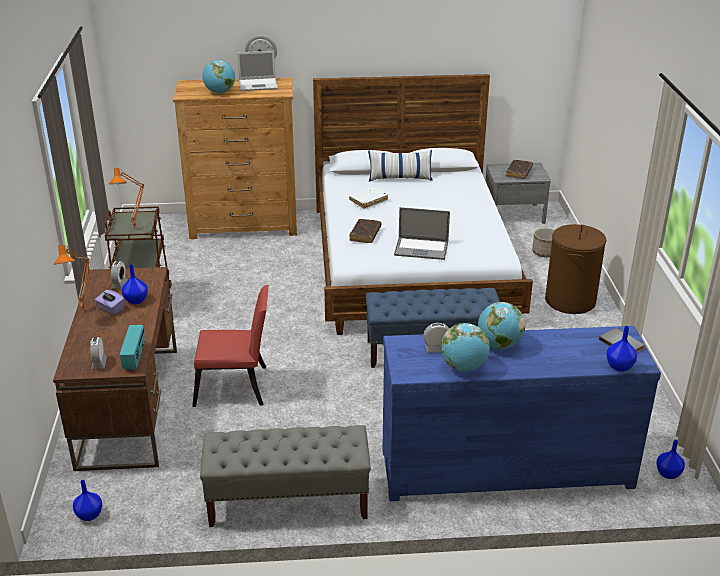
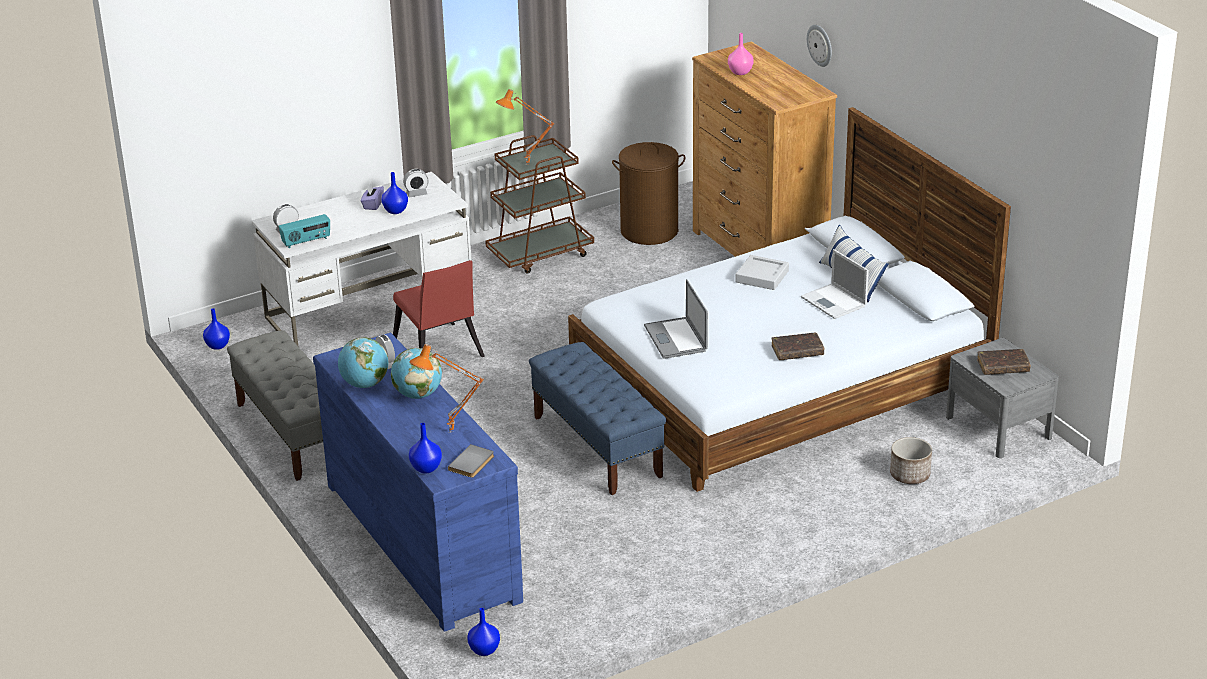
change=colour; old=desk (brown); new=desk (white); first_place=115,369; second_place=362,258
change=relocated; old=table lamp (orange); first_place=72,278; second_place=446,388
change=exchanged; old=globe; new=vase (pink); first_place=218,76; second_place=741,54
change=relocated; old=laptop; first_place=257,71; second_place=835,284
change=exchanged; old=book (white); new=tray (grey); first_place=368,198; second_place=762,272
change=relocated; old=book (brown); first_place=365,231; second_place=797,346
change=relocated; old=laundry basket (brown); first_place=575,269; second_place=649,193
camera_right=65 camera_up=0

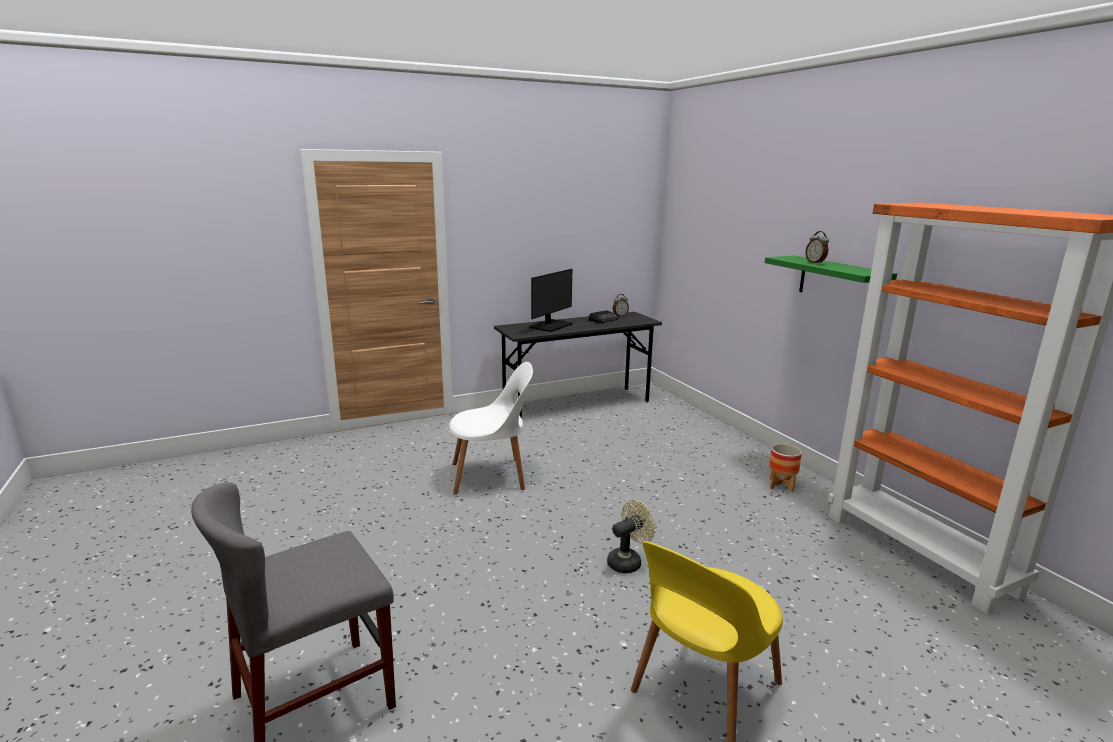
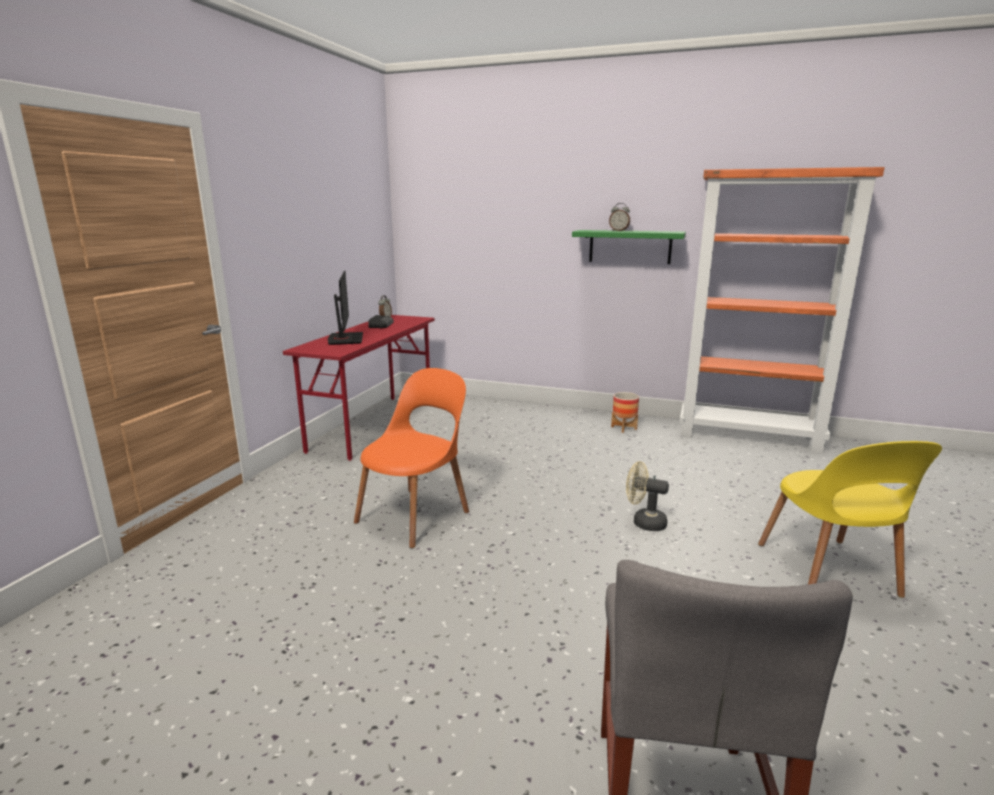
change=colour; old=chair (white); new=chair (orange); first_place=491,428; second_place=411,458
change=colour; old=desk (grey); new=desk (red); first_place=578,365; second_place=359,388
change=spun; old=fan (beige); first_place=631,537; second_place=647,496; degrees=-75
camera_right=-45 camera_up=0

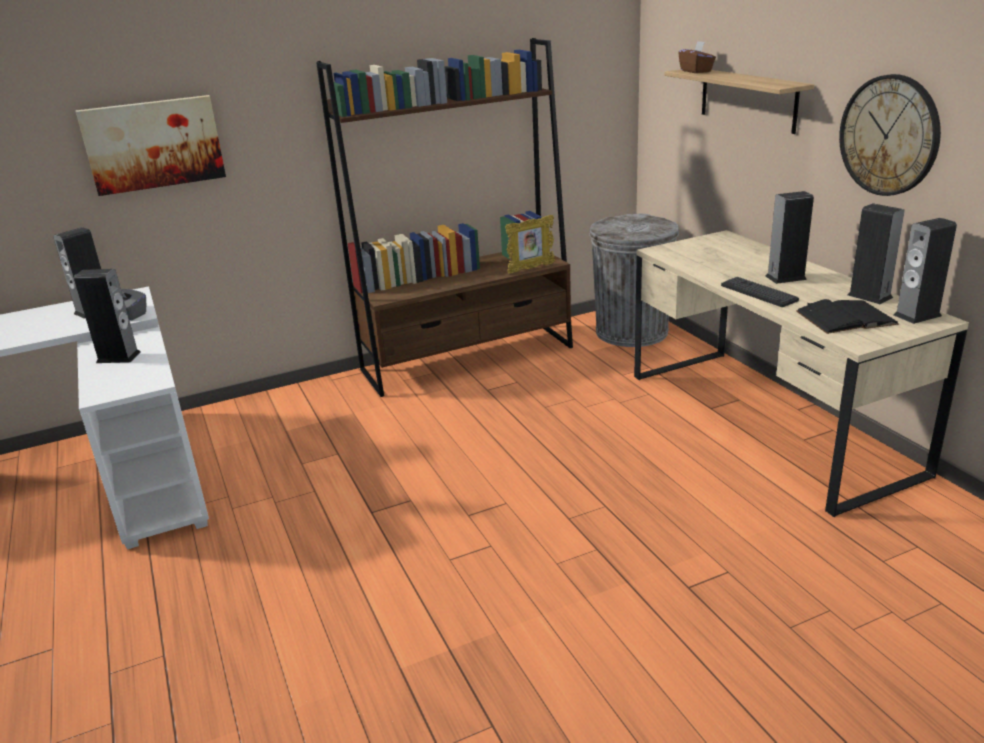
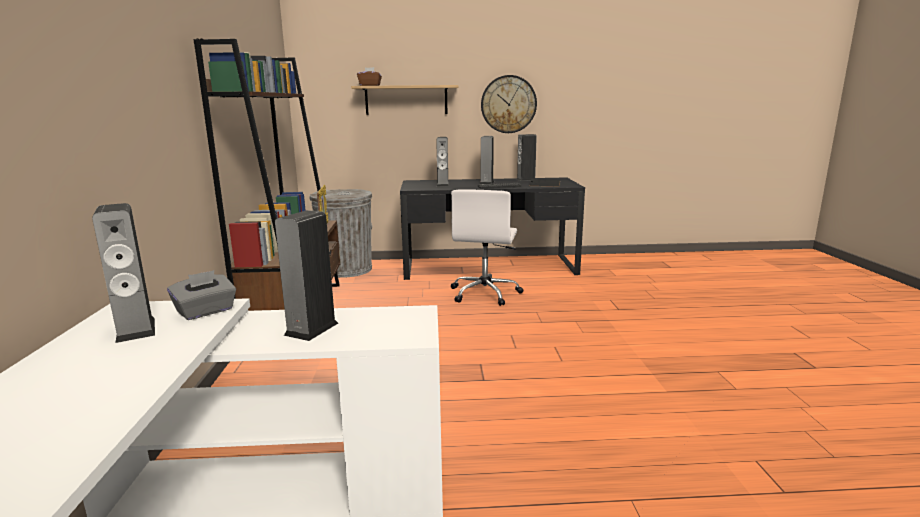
change=missing; old=picture; first_place=151,145
change=colour; old=desk (beige); new=desk (black); first_place=801,373; second_place=492,228
change=relocated; old=speaker; first_place=925,271; second_place=442,161
change=appeared; new=office chair (white); second_place=487,247
camera_right=-70 camera_up=-10

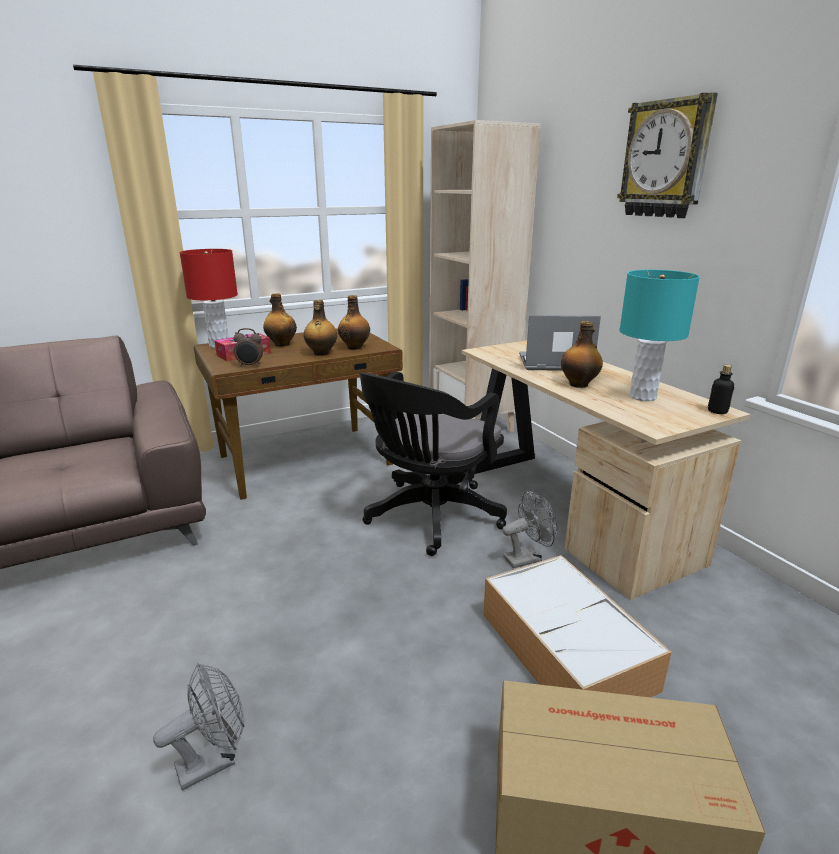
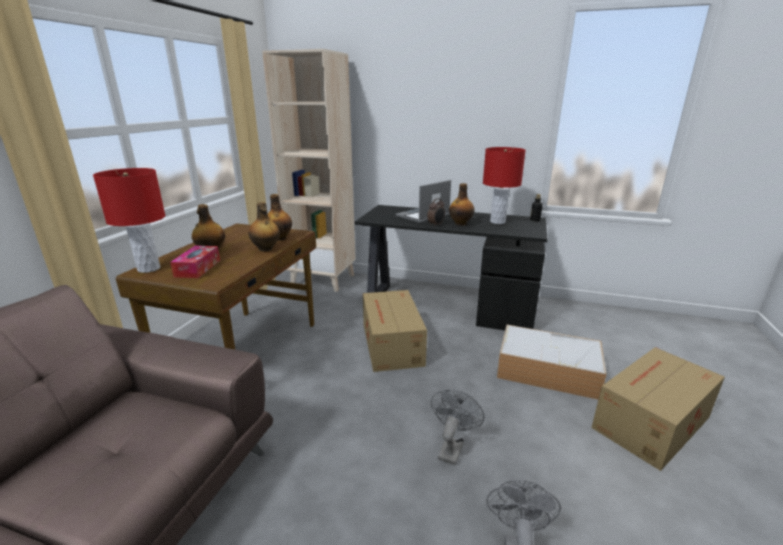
change=relocated; old=alarm clock; first_place=248,347; second_place=436,212
change=exchanged; old=office chair (black); new=cardboard box; first_place=433,463; second_place=395,331
change=colour; old=desk (beige); new=desk (black); first_place=606,470; second_place=451,267
change=relocated; old=fan (grey); first_place=529,529; second_place=457,427
change=missing; old=wall clock; first_place=667,155
change=colour; old=table lamp (turquoise); new=table lamp (red); first_place=659,335; second_place=504,185
camera_right=-45 camera_up=0

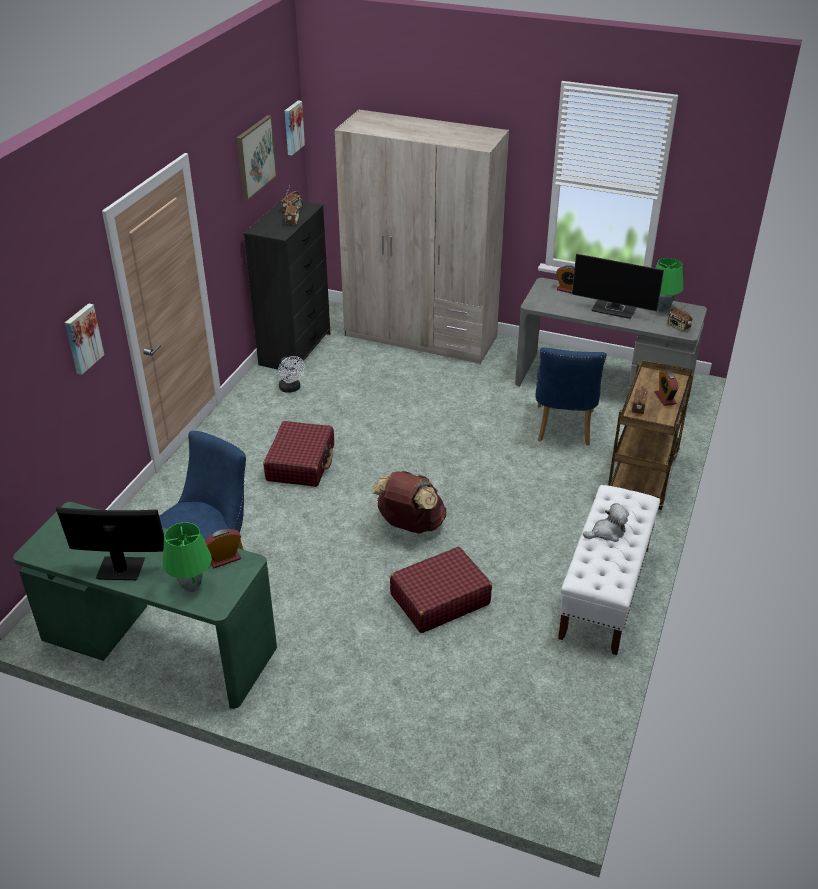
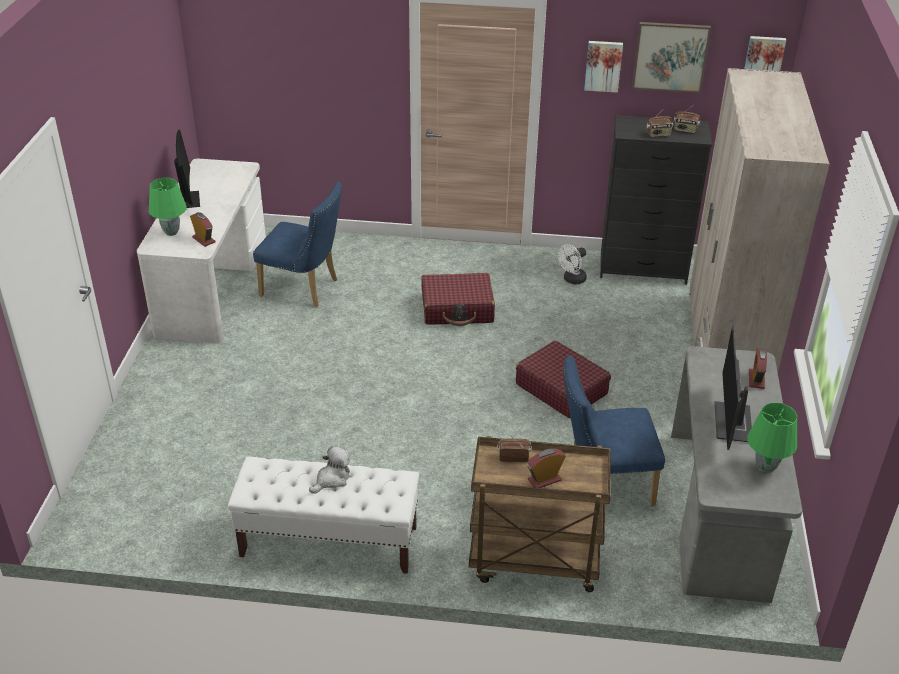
change=colour; old=desk (green); new=desk (white); first_place=145,605; second_place=201,251
change=relocated; old=picture; first_place=84,339; second_place=603,67
change=missing; old=backpack (brown); first_place=409,502
change=relocated; old=suitcase (red); first_place=441,590; second_place=563,379
change=spun; old=plush toy; first_place=606,522; second_place=329,469; degrees=-105
change=missing; old=radio; first_place=679,318
camera_right=75 camera_up=0

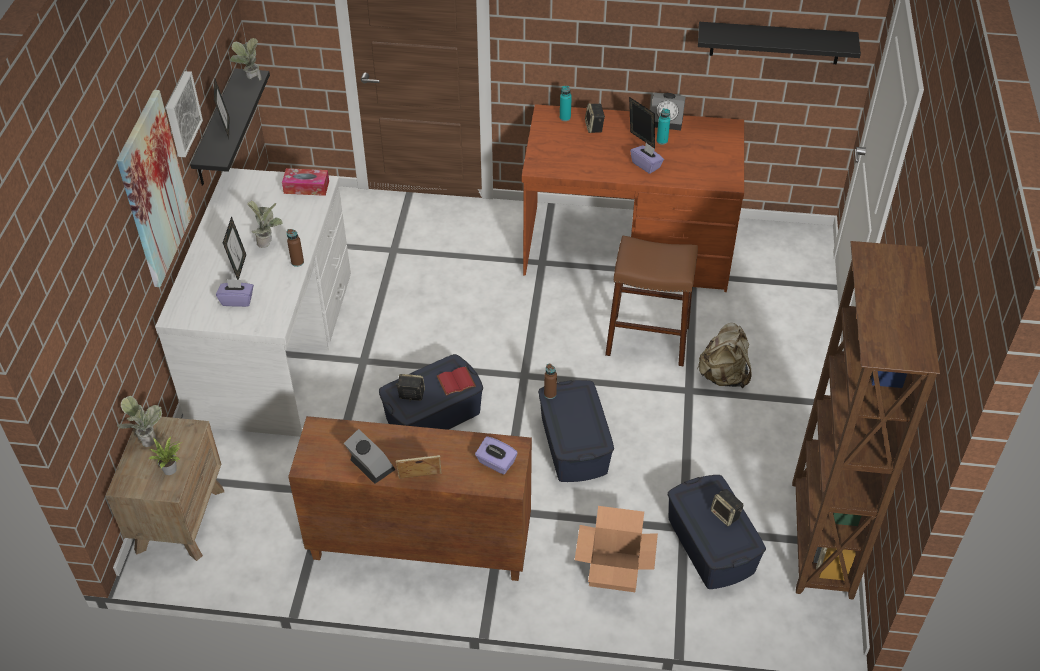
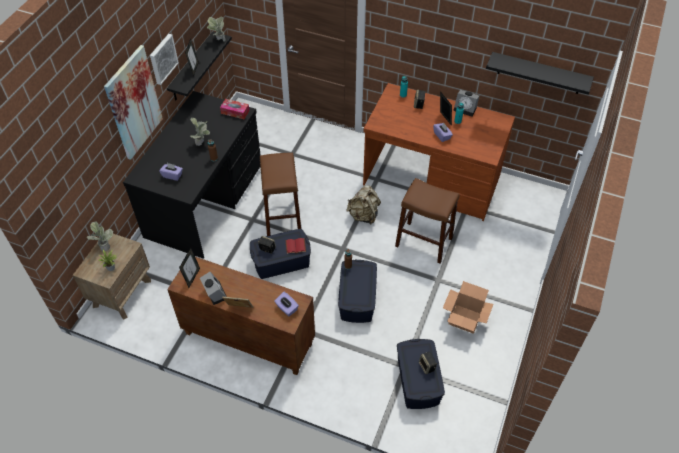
change=colour; old=desk (white); new=desk (black); first_place=253,302; second_place=192,175
change=relocated; old=picture frame; first_place=234,248; second_place=189,268
change=relocated; old=cardboard box; first_place=616,549; second_place=468,307
change=relocated; old=backpack (beige); first_place=725,355; second_place=363,205
change=missing; old=bookcase (brown); first_place=866,420
change=appeared; new=stool (brown); second_place=280,194
camera_right=15 camera_up=5

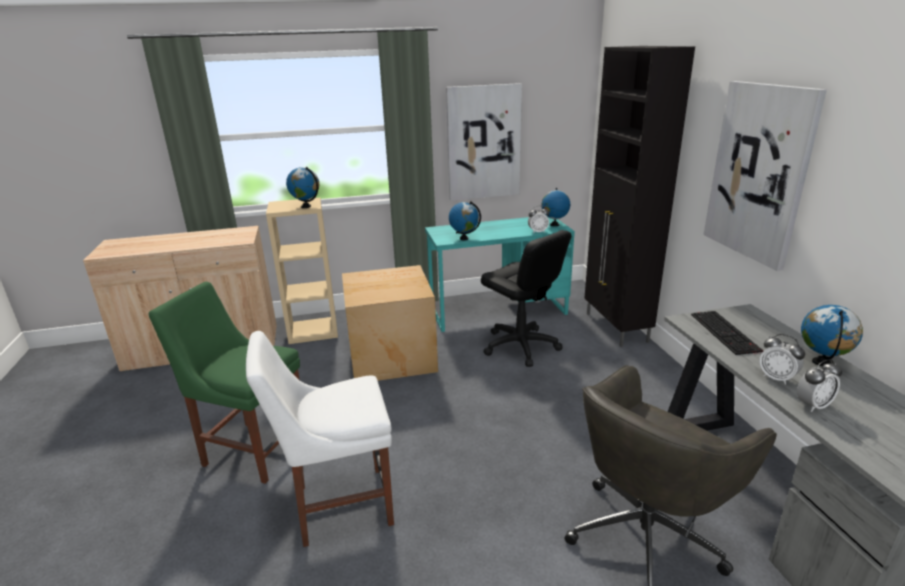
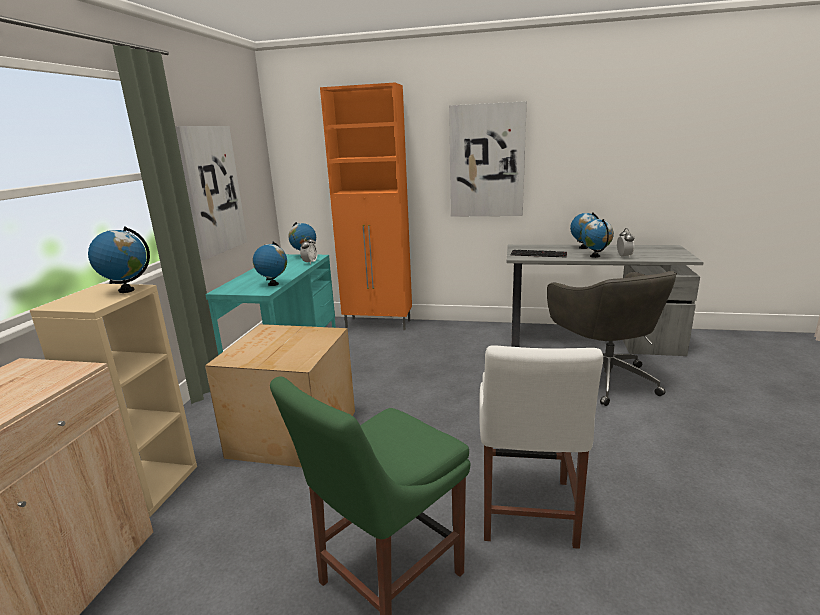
change=missing; old=office chair (black); first_place=526,298
change=colour; old=cabinet (black); new=cabinet (orange); first_place=640,196; second_place=366,206
change=exchanged; old=alarm clock; new=globe; first_place=782,359; second_place=597,238
camera_right=-65 camera_up=-5

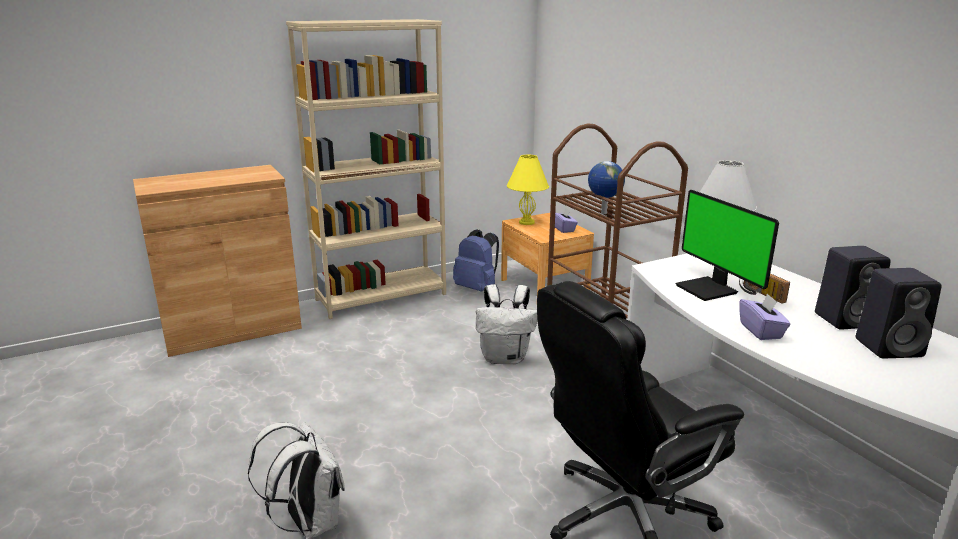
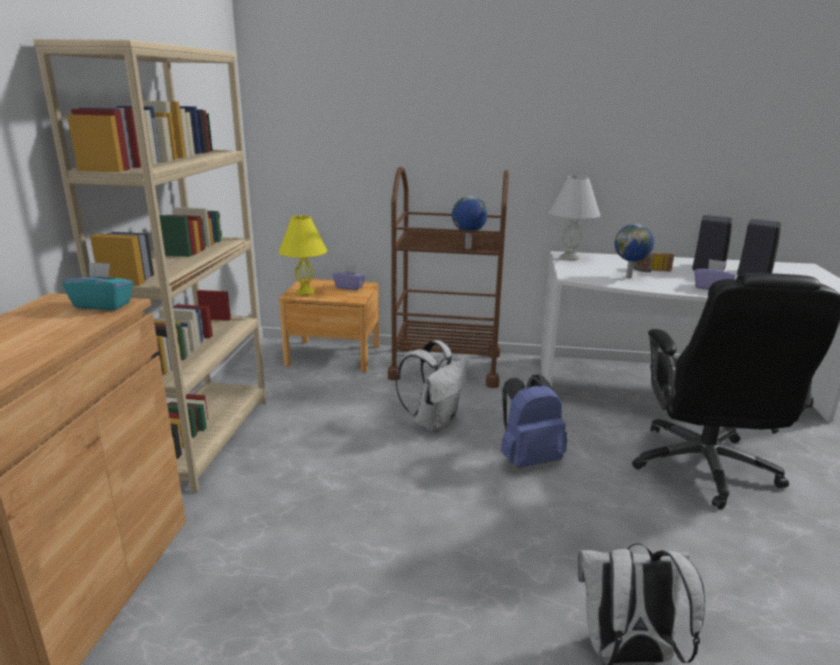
change=relocated; old=backpack (blue); first_place=476,260; second_place=534,421
change=exchanged; old=monitor; new=globe; first_place=727,245; second_place=634,251
change=appeared; new=tissue box (turquoise); second_place=98,286
camera_right=-55 camera_up=0

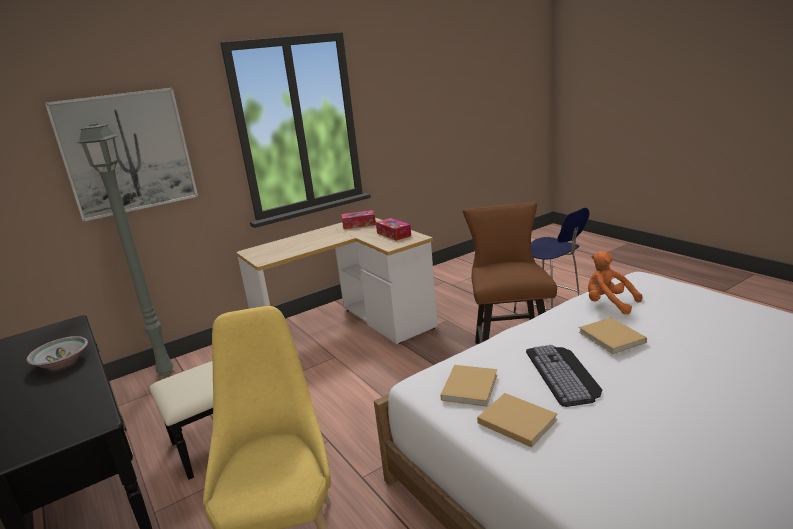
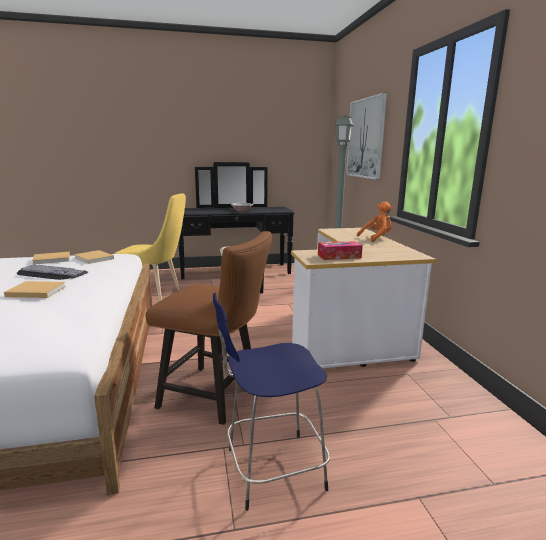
change=missing; old=tissue box; first_place=358,219
change=relocated; old=plush toy (orange); first_place=615,282; second_place=375,221
camera_right=110 camera_up=-5

